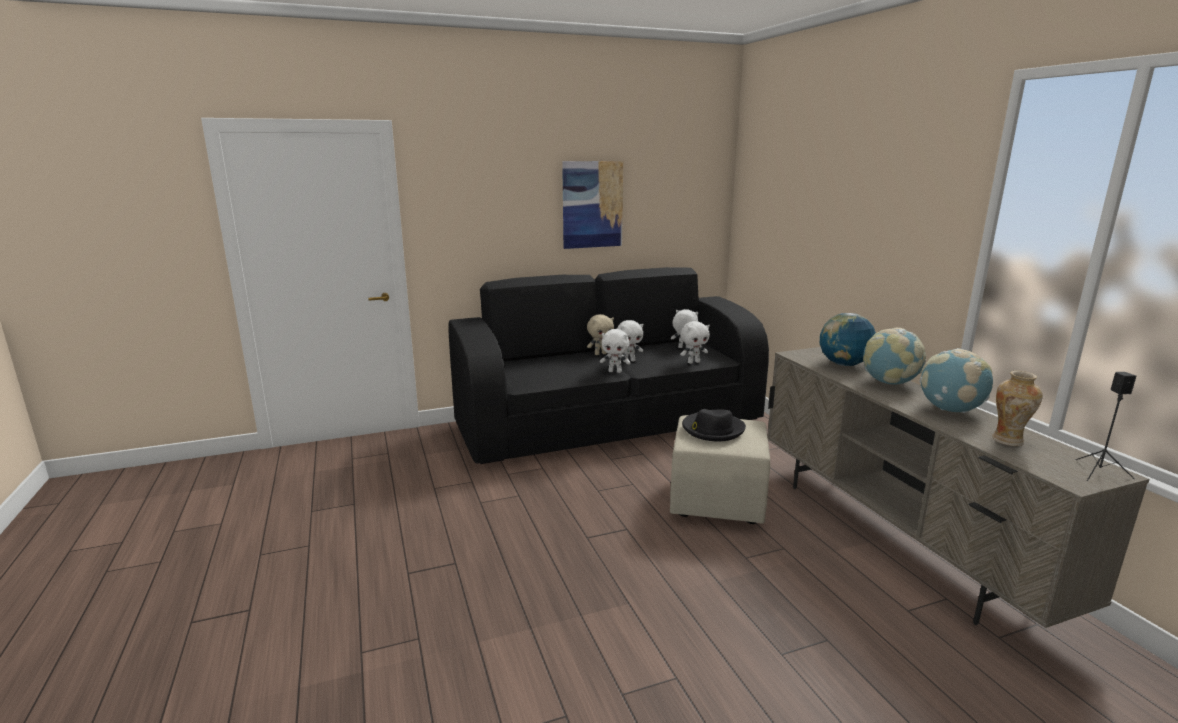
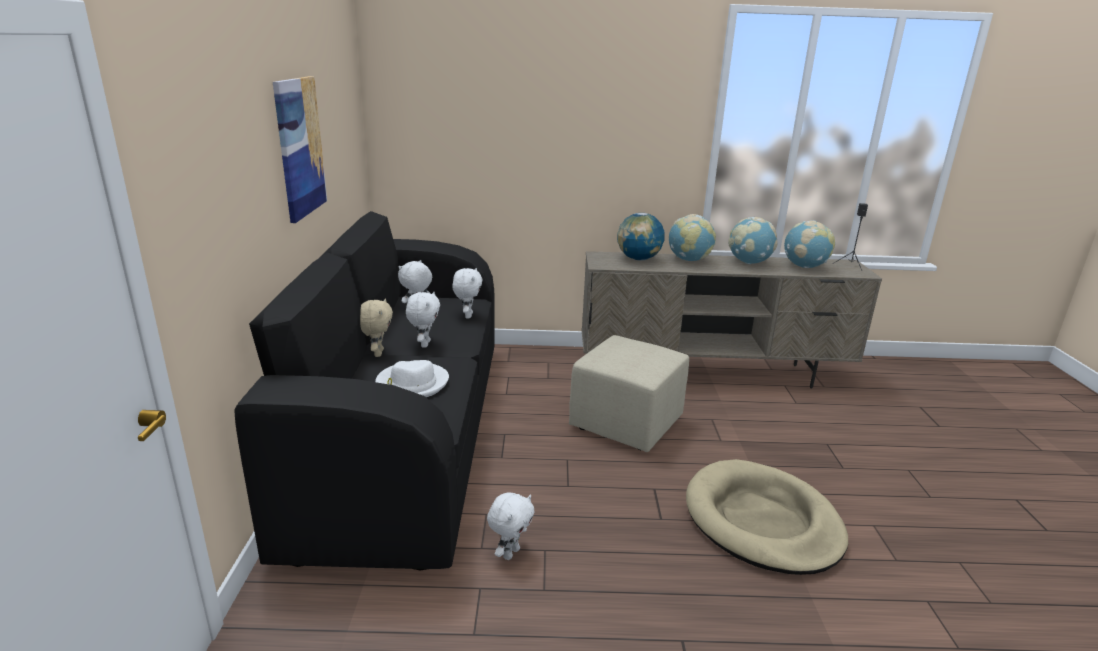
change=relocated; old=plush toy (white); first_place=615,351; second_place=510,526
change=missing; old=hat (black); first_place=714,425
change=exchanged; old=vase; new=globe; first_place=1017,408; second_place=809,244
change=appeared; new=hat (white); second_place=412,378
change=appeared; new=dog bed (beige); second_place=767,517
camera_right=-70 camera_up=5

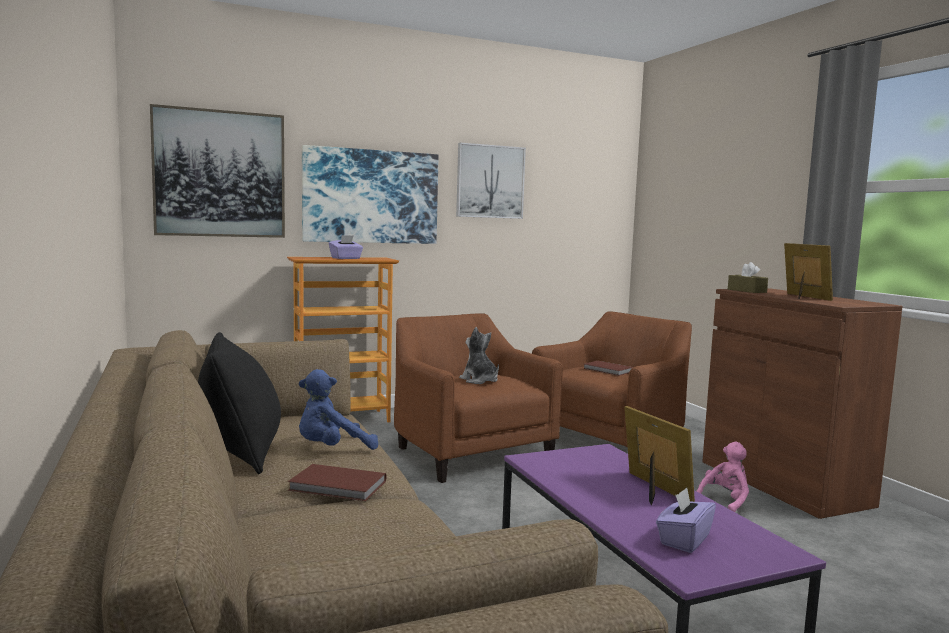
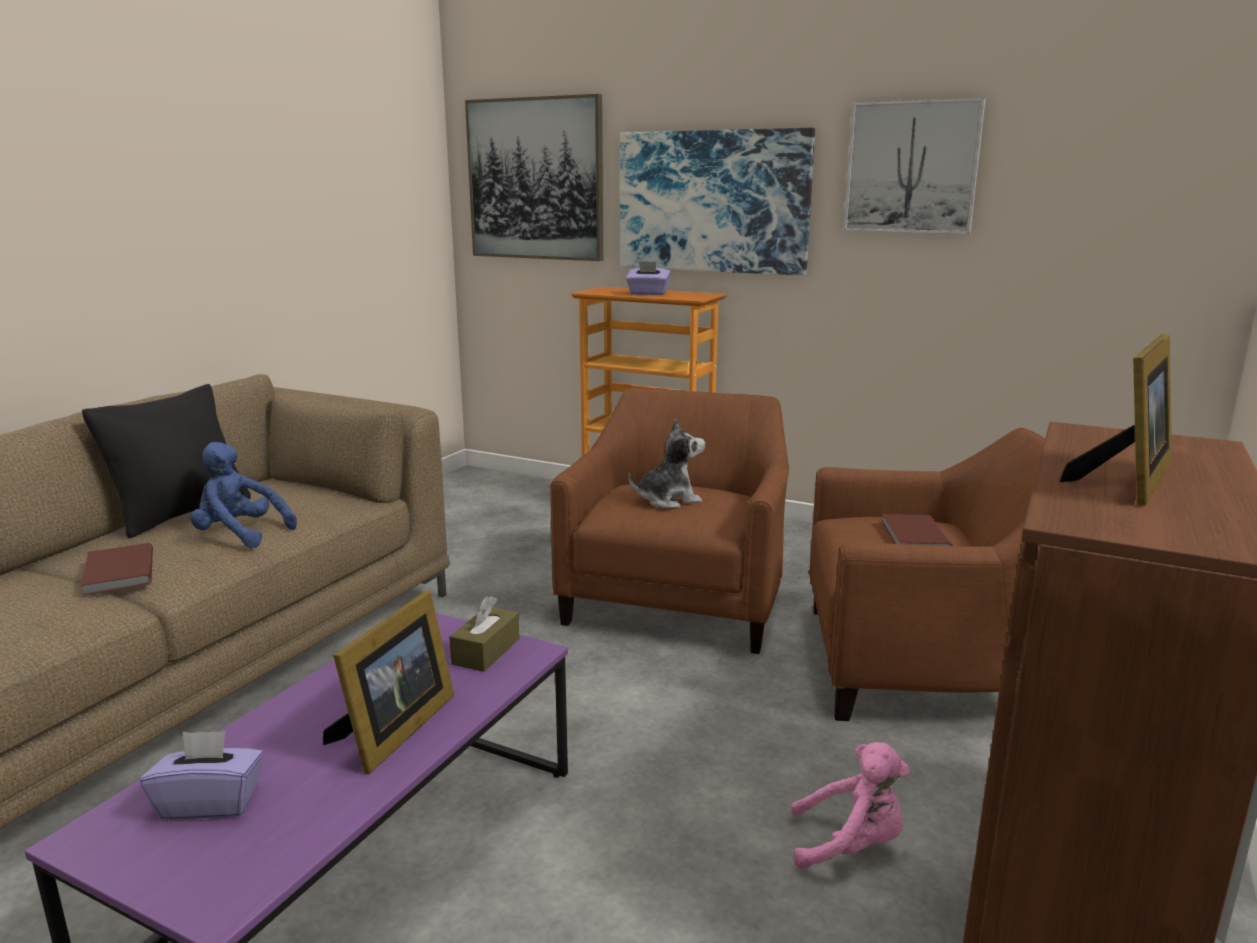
change=spun; old=plush toy; first_place=479,355; second_place=666,463; degrees=60
change=relocated; old=tissue box (brown); first_place=748,277; second_place=484,634
camera_right=50 camera_up=10

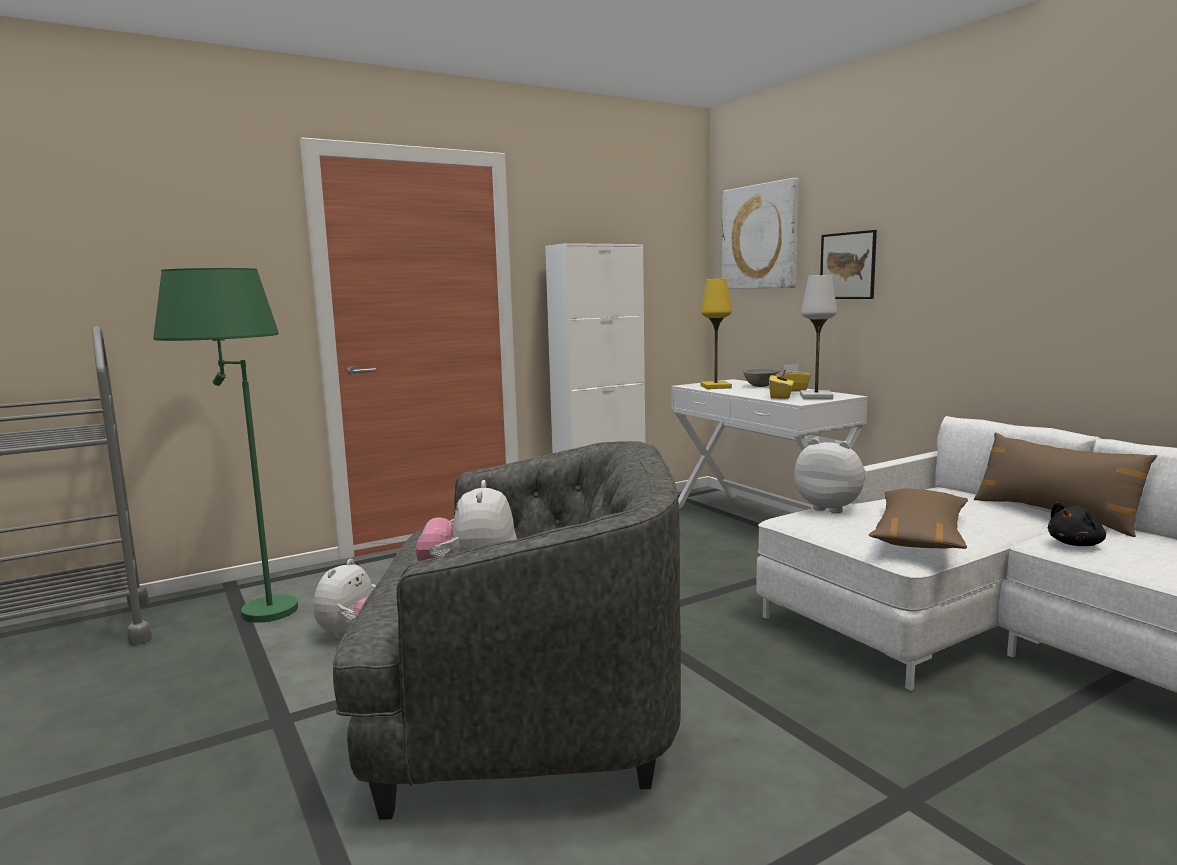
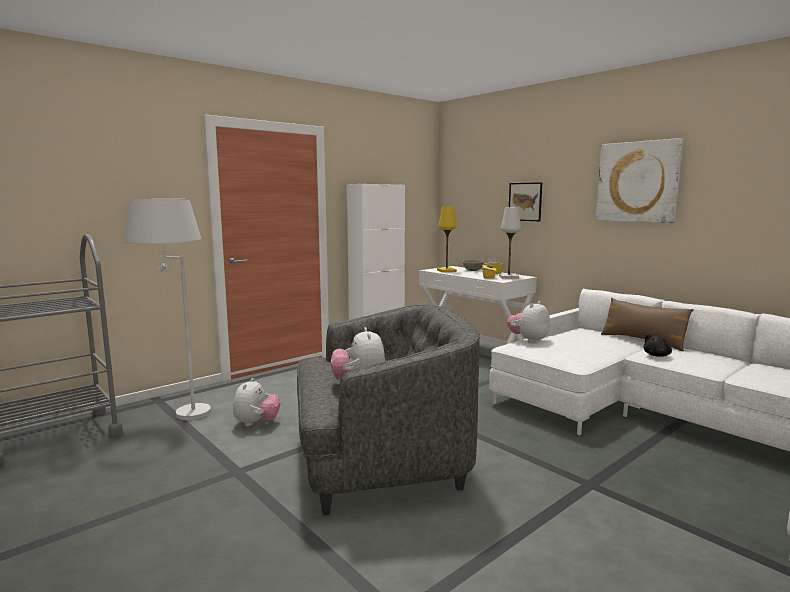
change=colour; old=floor lamp (green); new=floor lamp (white); first_place=225,445; second_place=167,309
change=relocated; old=picture; first_place=760,233; second_place=639,180
change=spun; old=plush toy; first_place=830,475; second_place=528,322; degrees=-75
change=missing; old=pillow (brown); first_place=918,518
camera_right=-10 camera_up=0

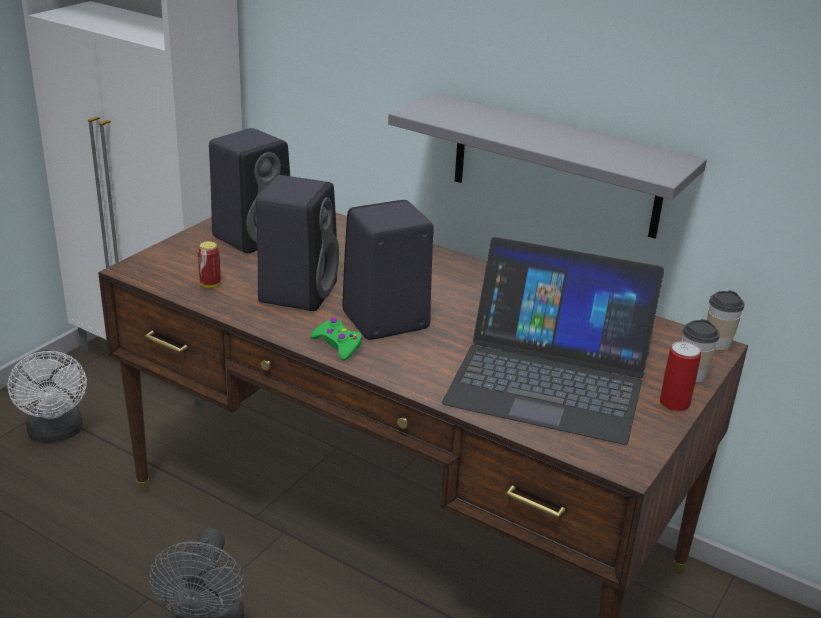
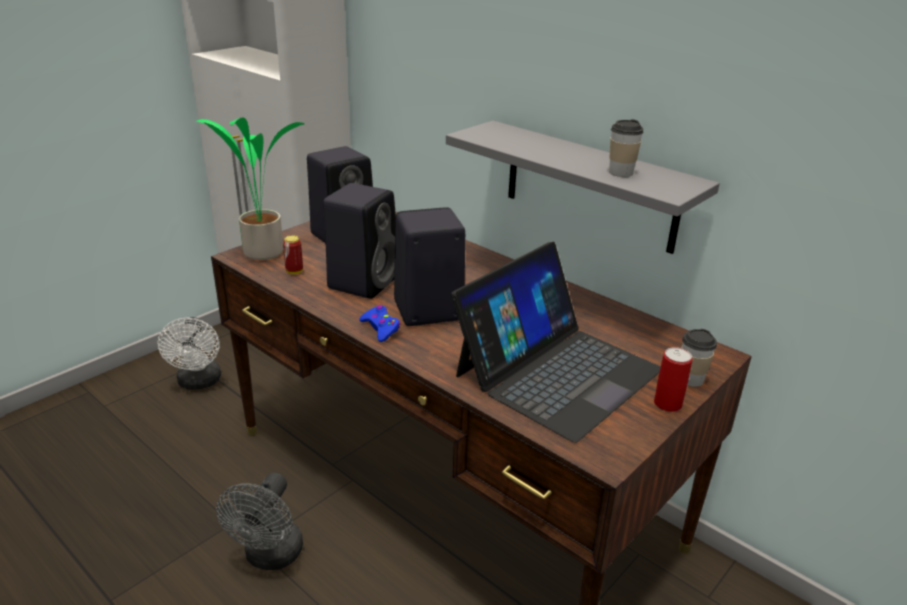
change=colour; old=game controller (green); new=game controller (blue); first_place=336,339; second_place=379,323
change=spun; old=laptop; first_place=553,341; second_place=556,342; degrees=-75
change=relocated; old=cup; first_place=725,321; second_place=626,148
change=appeared; new=potted plant; second_place=250,188
camera_right=10 camera_up=0

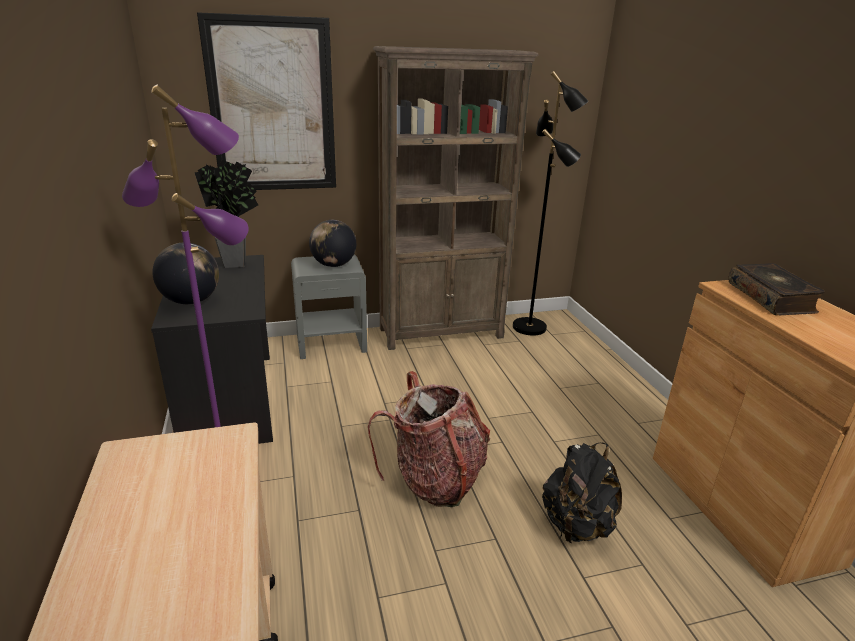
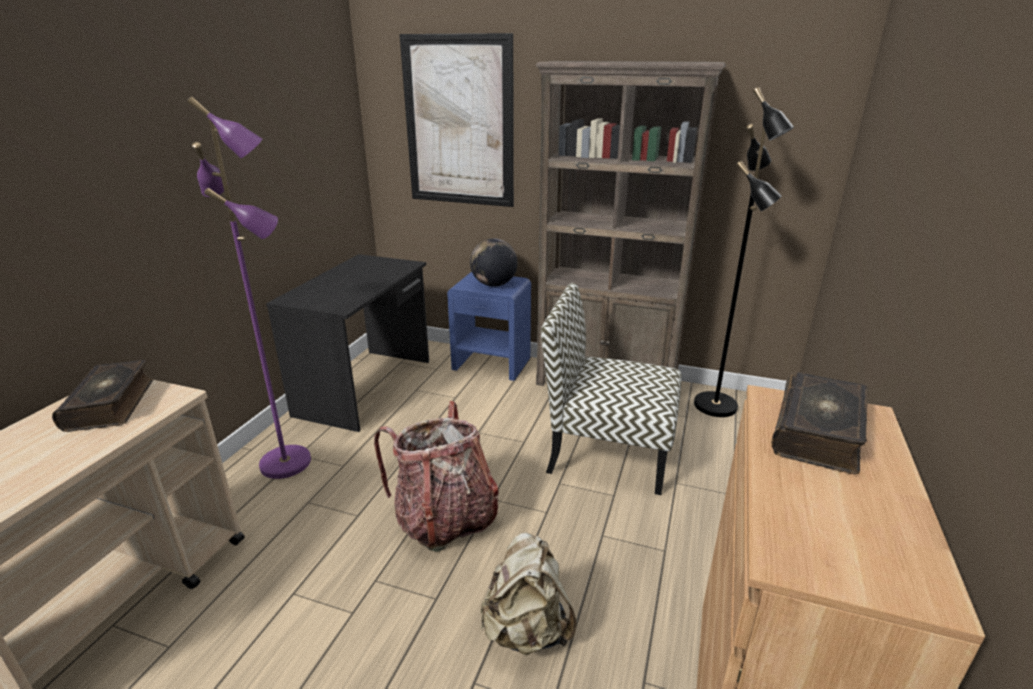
change=missing; old=globe; first_place=185,273
change=missing; old=potted plant; first_place=226,214
change=colour; old=nightstand (grey); new=nightstand (blue); first_place=329,307; second_place=489,326
change=colour; old=backpack (black); new=backpack (beige); first_place=582,493; second_place=529,594
change=appeared; new=book; second_place=102,396
change=appeared; new=chair; second_place=611,389
camera_right=35 camera_up=0

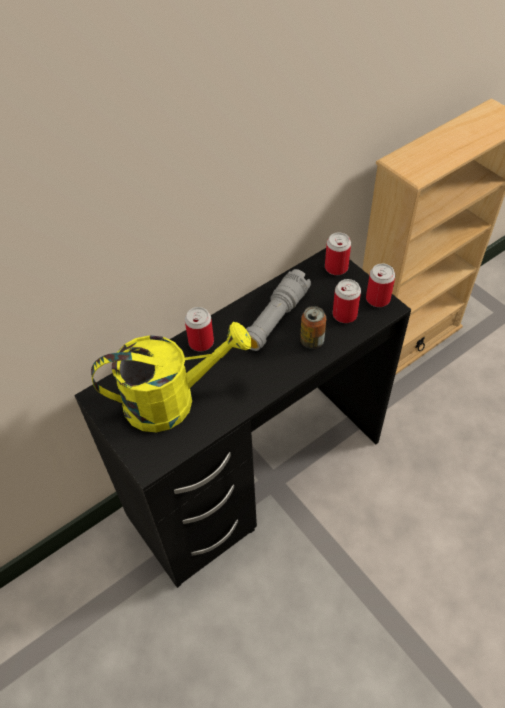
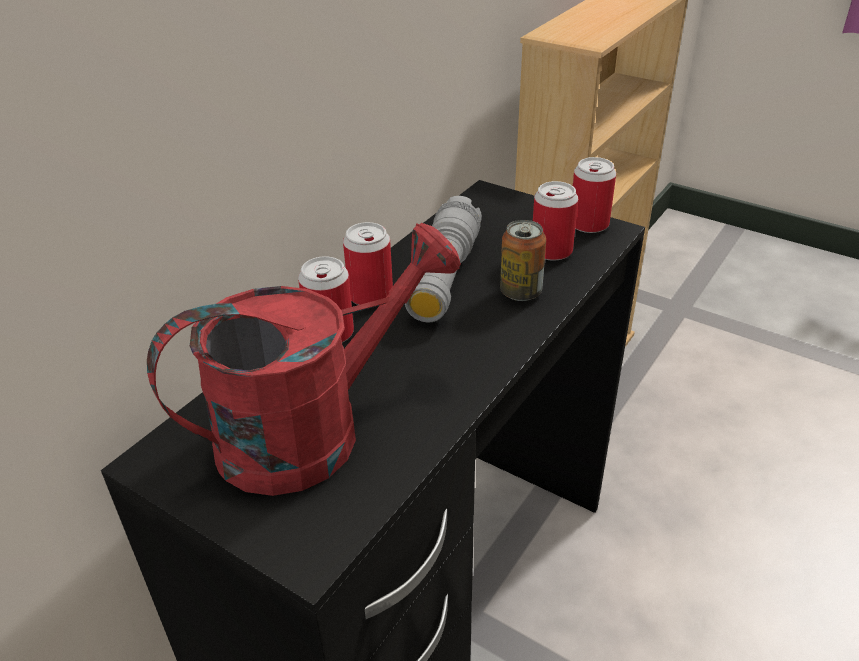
change=colour; old=watering can (yellow); new=watering can (red); first_place=171,377; second_place=304,359
change=relocated; old=can; first_place=338,253; second_place=368,263
camera_right=-20 camera_up=-15

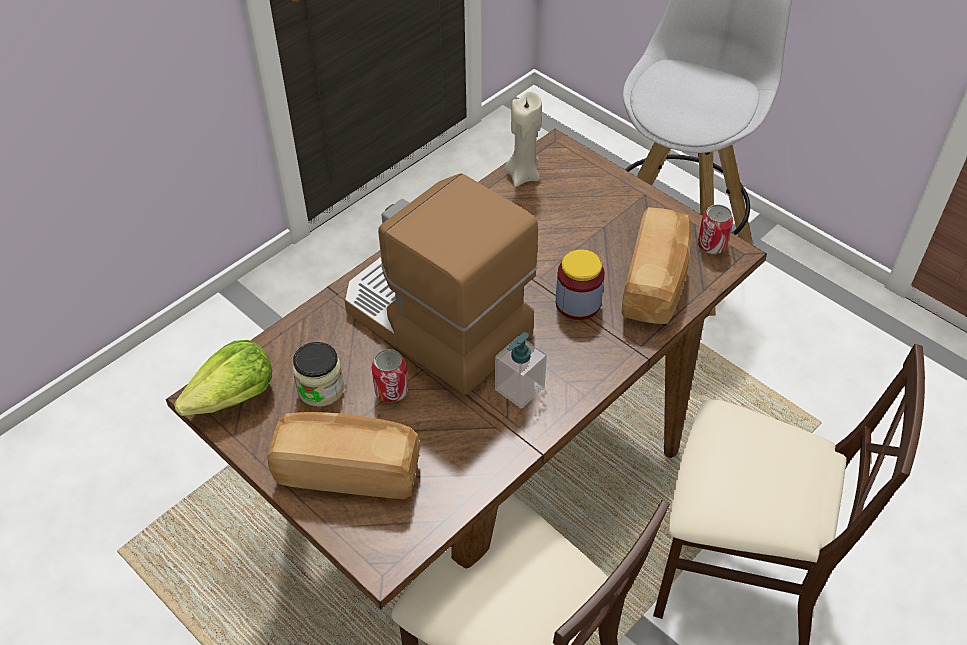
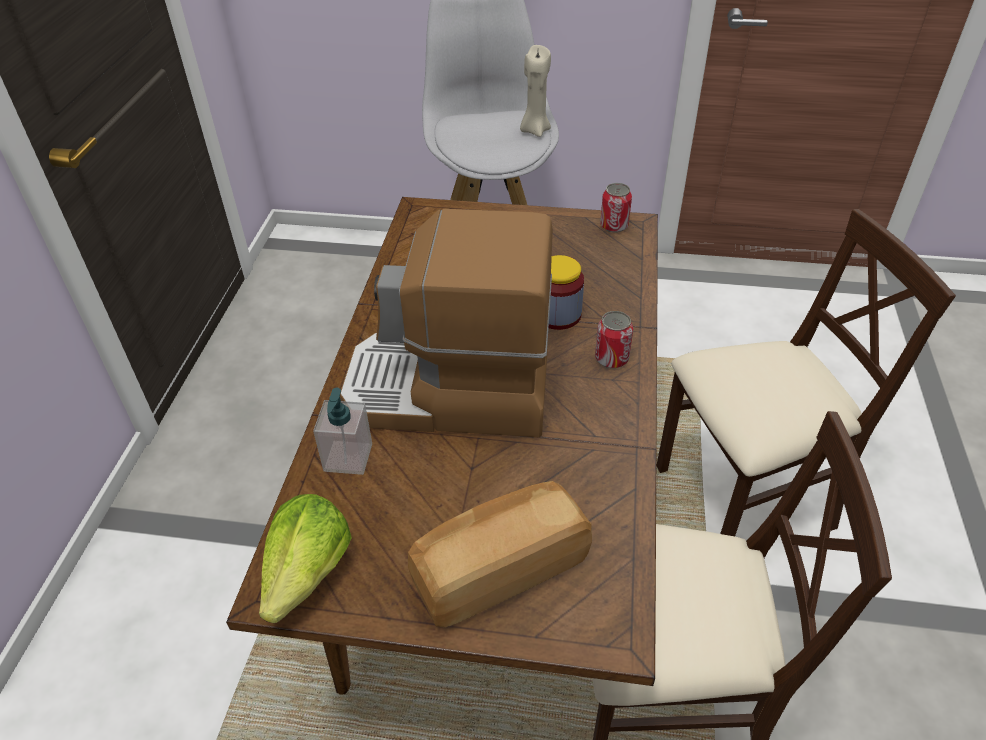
change=missing; old=jar; first_place=318,374
change=relocated; old=can; first_place=390,375; second_place=614,339
change=relocated; old=soap dispenser; first_place=521,370; second_place=342,431
change=relocated; old=candle (beige); first_place=523,139; second_place=535,91
change=missing; old=bread; first_place=656,265
camera_right=-35 camera_up=-5

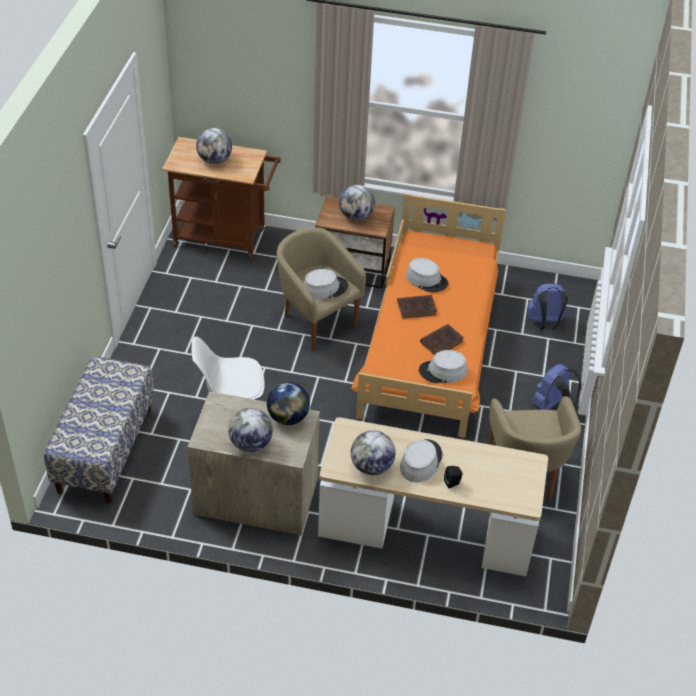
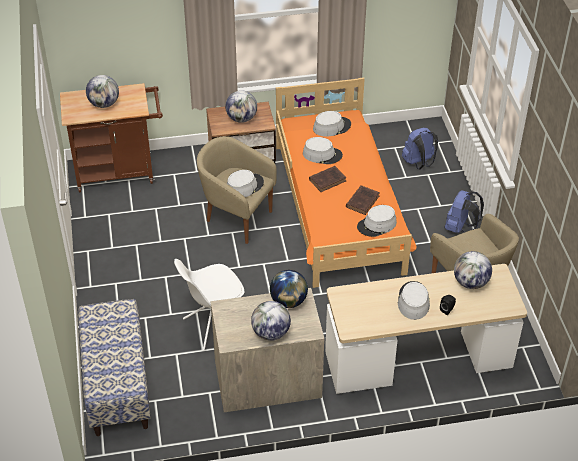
change=relocated; old=globe; first_place=373,452; second_place=473,270
change=appeared; new=hat (grey); second_place=332,124
camera_right=-20 camera_up=0

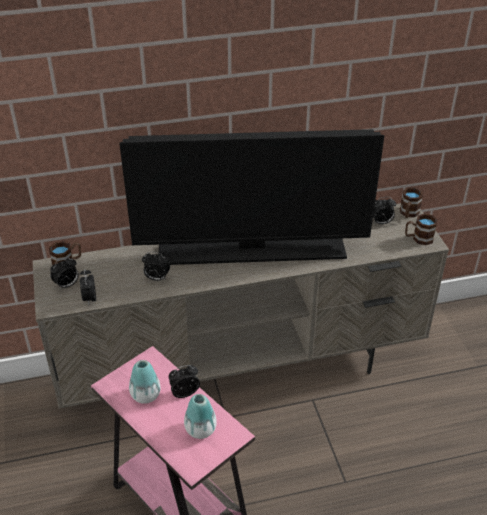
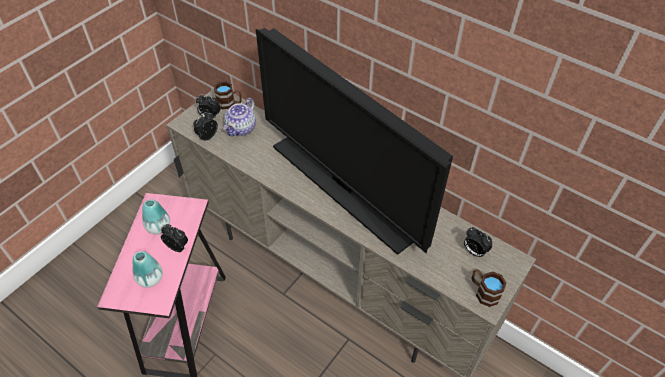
change=missing; old=alarm clock; first_place=156,266
change=missing; old=mug (brown); first_place=411,202
change=appeared; new=teapot; second_place=239,117
camera_right=50 camera_up=10

